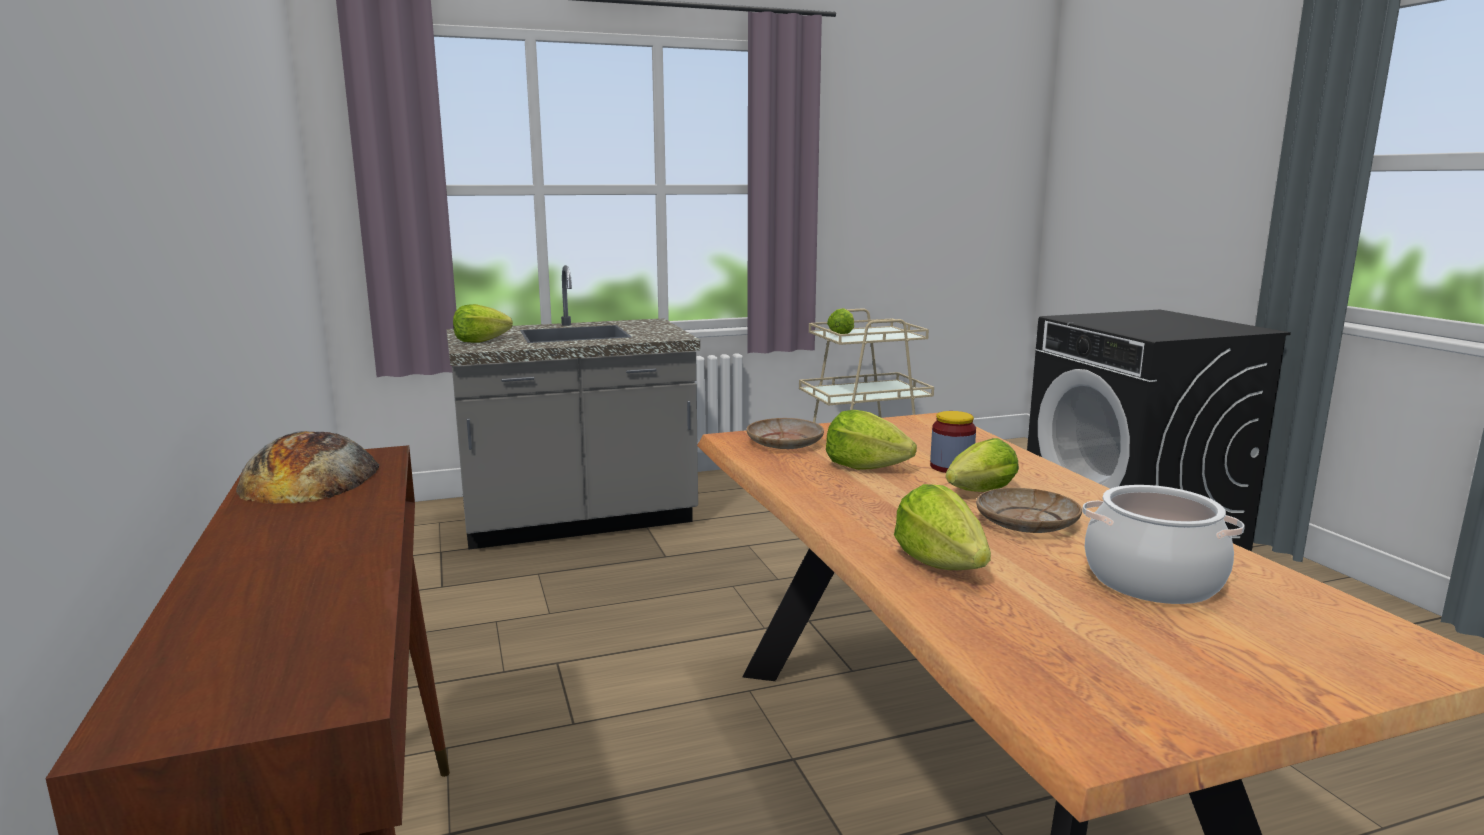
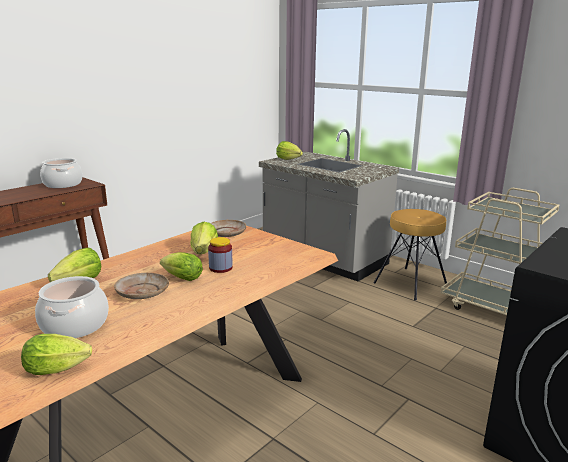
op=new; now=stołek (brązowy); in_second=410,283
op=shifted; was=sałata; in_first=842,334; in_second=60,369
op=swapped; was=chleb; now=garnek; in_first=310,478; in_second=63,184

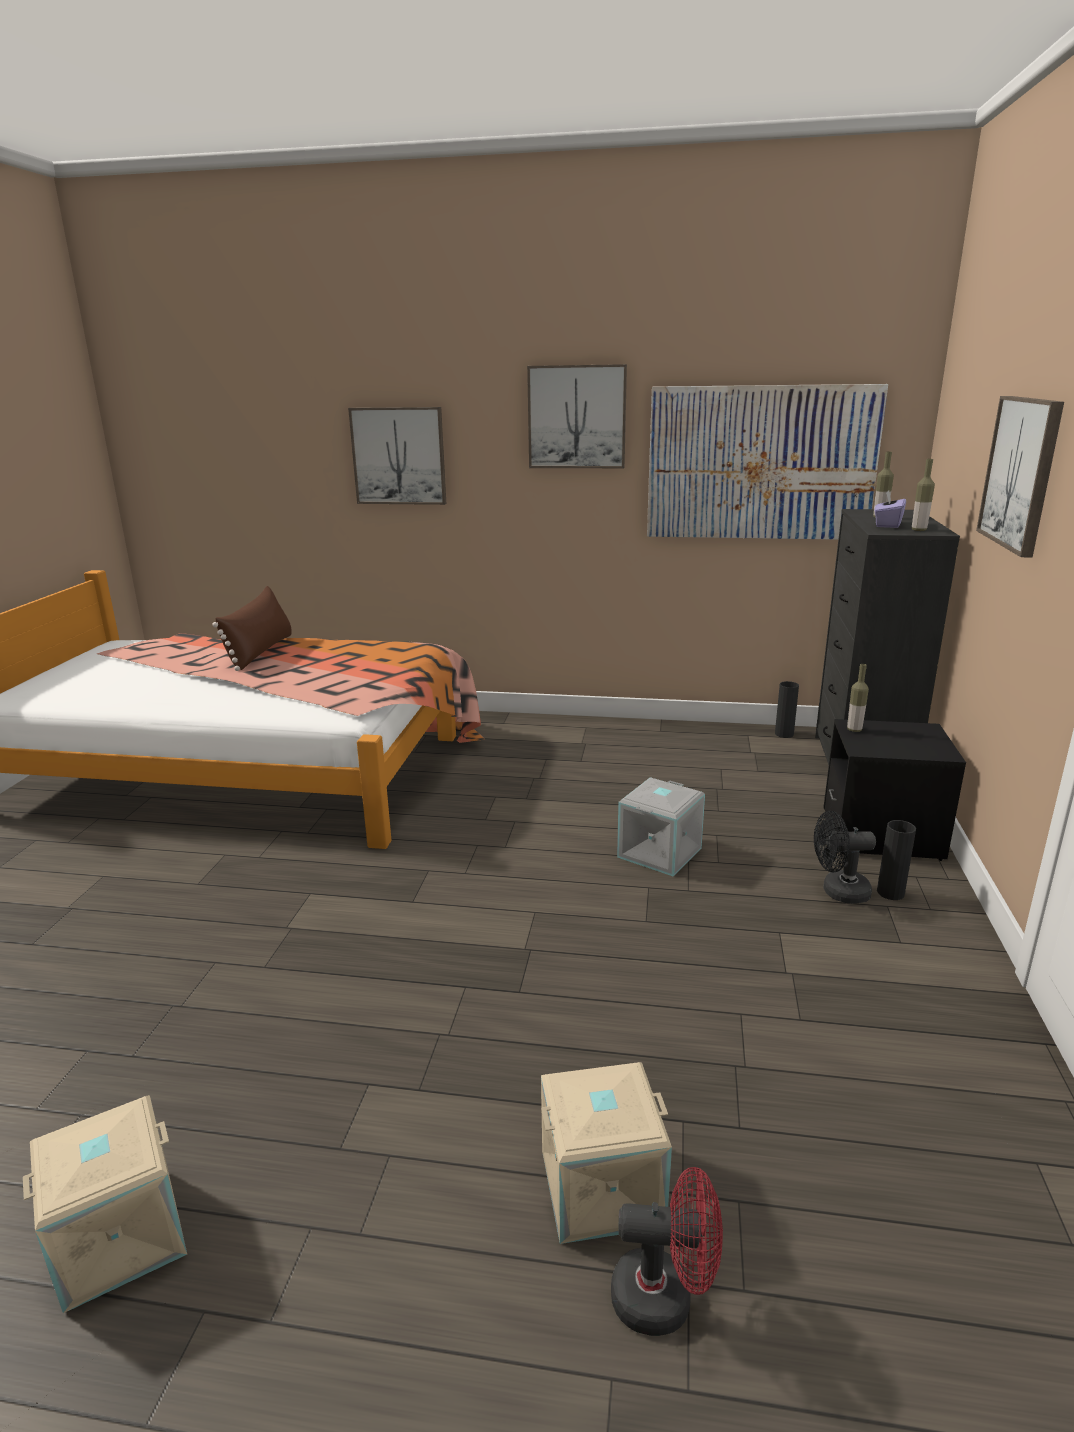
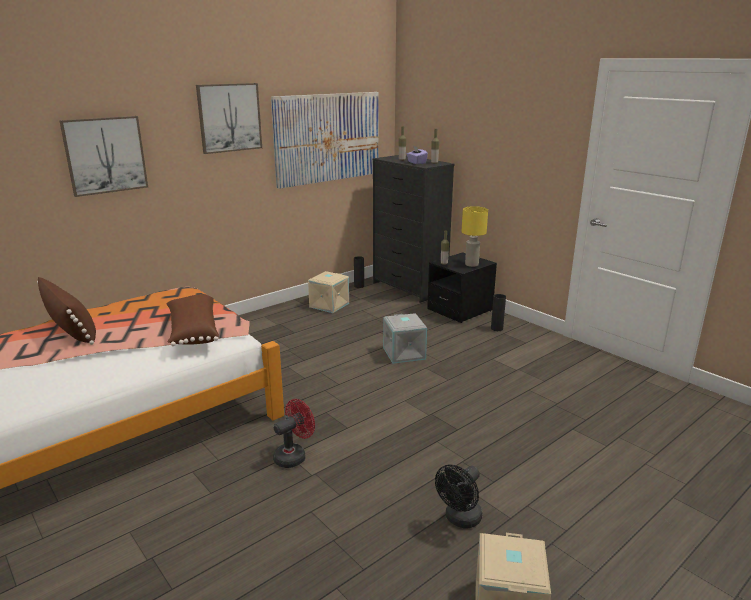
op=gone; was=obraz; in_first=1021,473
op=new; now=poduszka (brązowy); in_second=193,331
op=new; now=lampa stołowa (żółty); in_second=471,264
op=shifted; was=pojemnik do przechowywania (beżowy); in_first=602,1185; in_second=329,305
op=shifted; was=wentylator (czerwony); in_first=665,1297; in_second=294,456
op=shifted; was=wentylator (czarny); in_first=838,892; in_second=460,519

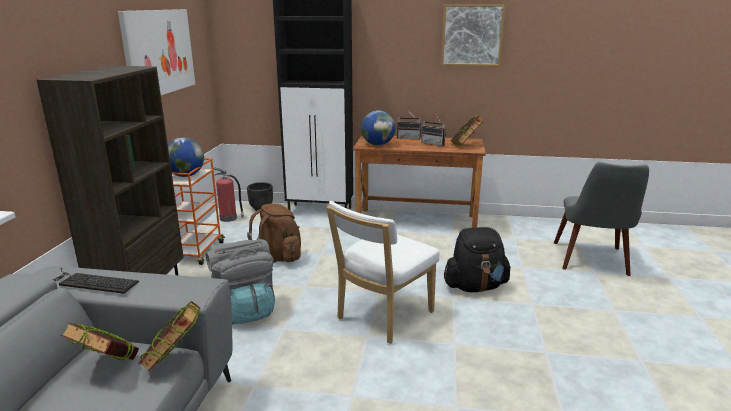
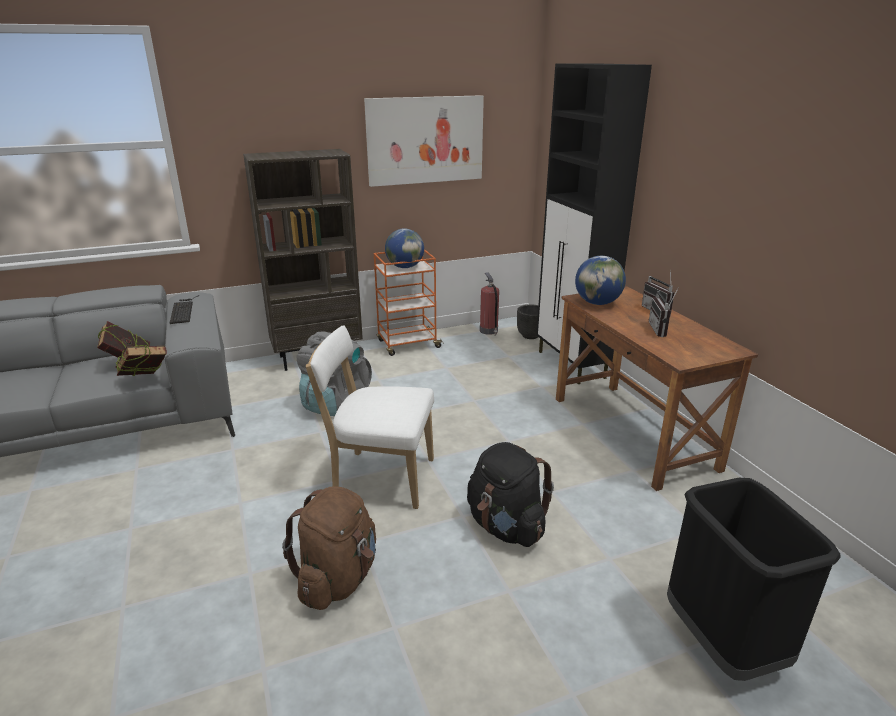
op=gone; was=obraz; in_first=472,35
op=gone; was=książka; in_first=465,146
op=shifted; was=plecak (brązowy); in_first=279,257; in_second=338,579
op=swapped; was=krzesło (szary); now=kosz na śmieci (czarny); in_first=593,263; in_second=721,643

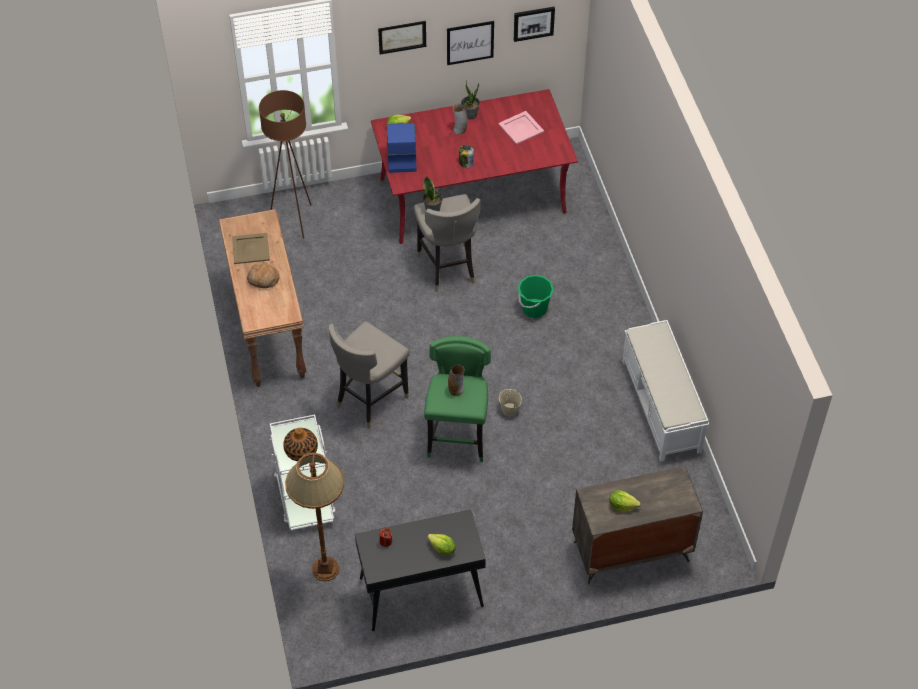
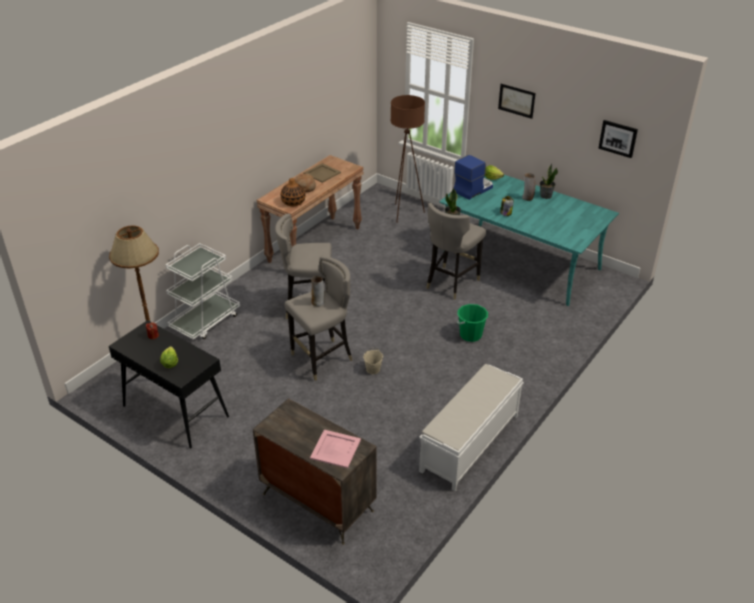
op=gone; was=obraz; in_first=470,42
op=gone; was=sałata; in_first=622,505
op=shifted; was=wazon; in_first=301,451; in_second=293,202
op=shifted; was=taca (różowy); in_first=521,127; in_second=336,449
op=repainted; was=stół jadalny (czerwony); now=stół jadalny (turkusowy); in_first=472,196; in_second=520,262
op=repainted; was=stołek (zielony); now=stołek (szary); in_first=458,437; in_second=323,359

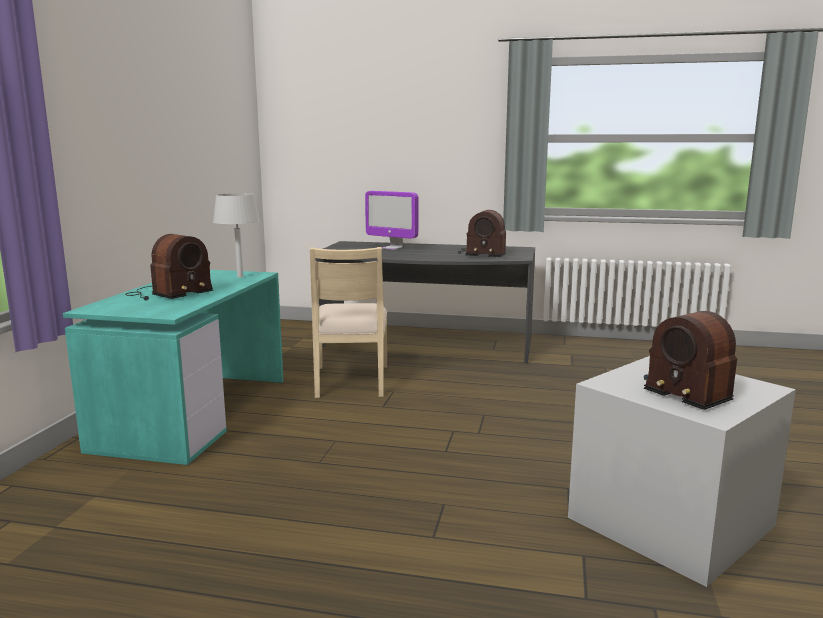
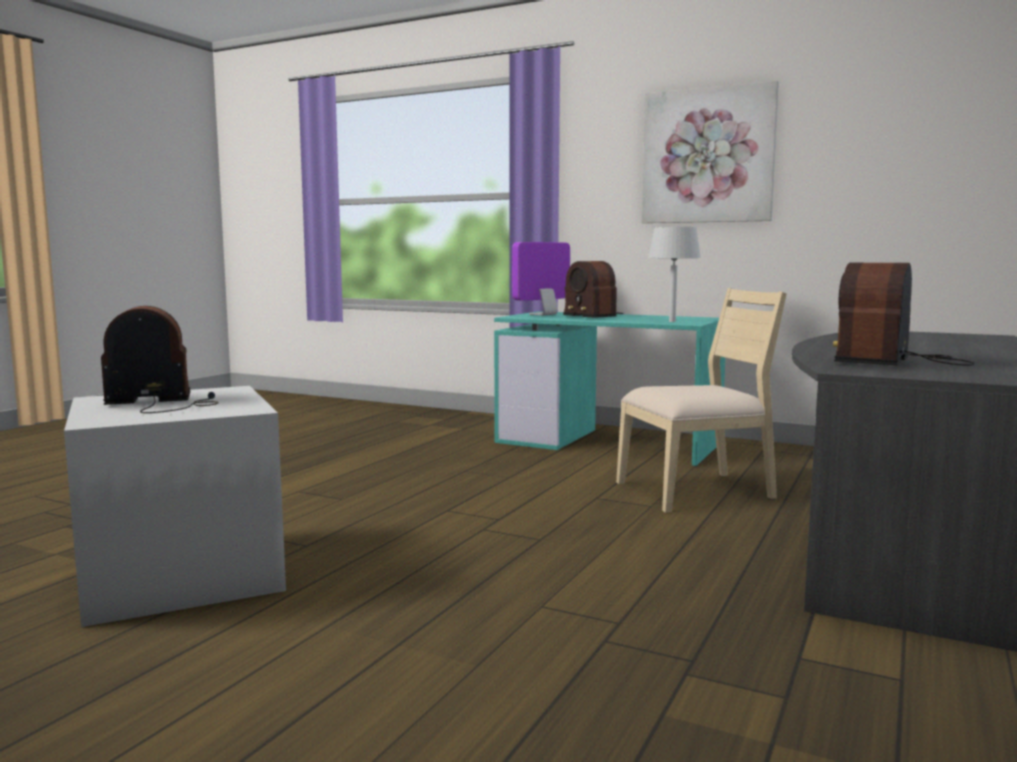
op=new; now=obraz; in_second=707,156
op=shifted; was=monitor; in_first=392,248; in_second=543,314
op=rotated; was=krzesło (beżowy); in_first=350,381; in_second=696,491; clockwise=150

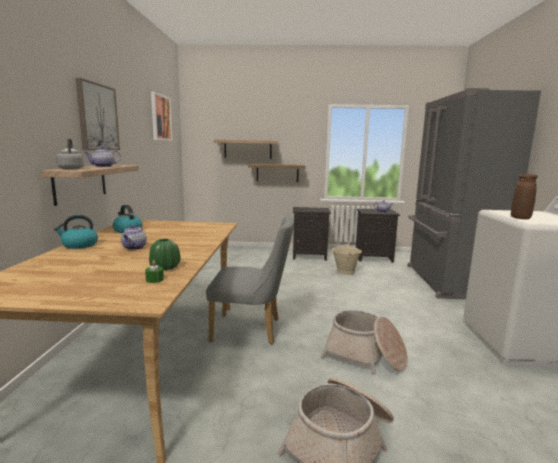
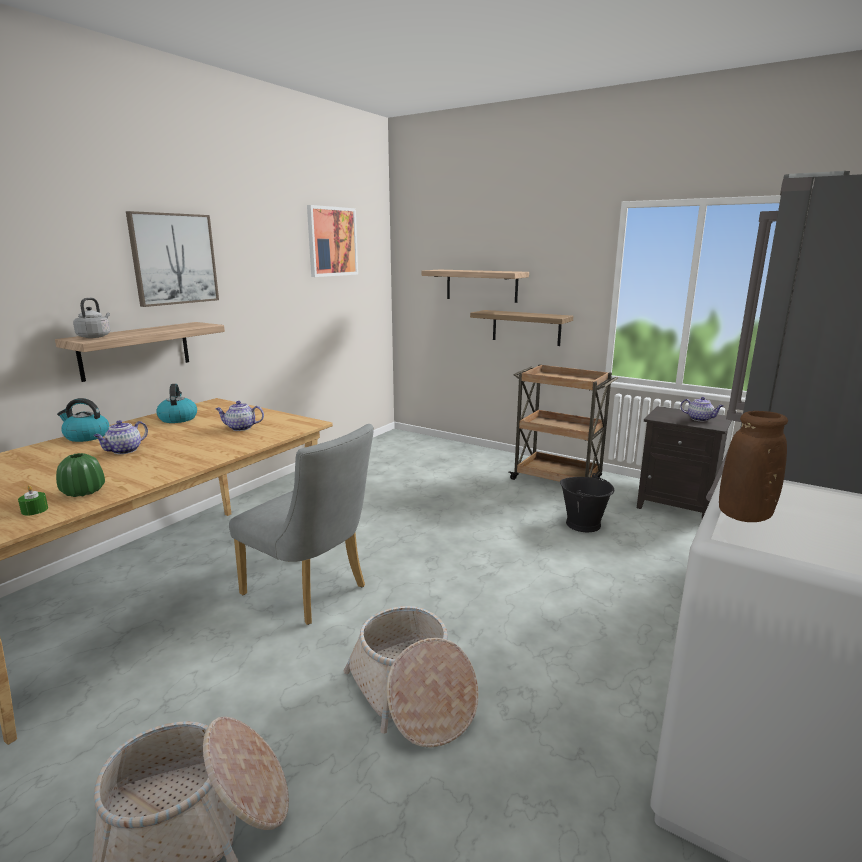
op=shifted; was=imbryk; in_first=103,166; in_second=240,428
op=swapped; was=szafka nocna (czarny); now=wózek (brązowy); in_first=310,255; in_second=557,480
op=repainted; was=wiadro (beżowy); now=wiadro (czarny); in_first=345,271; in_second=583,524

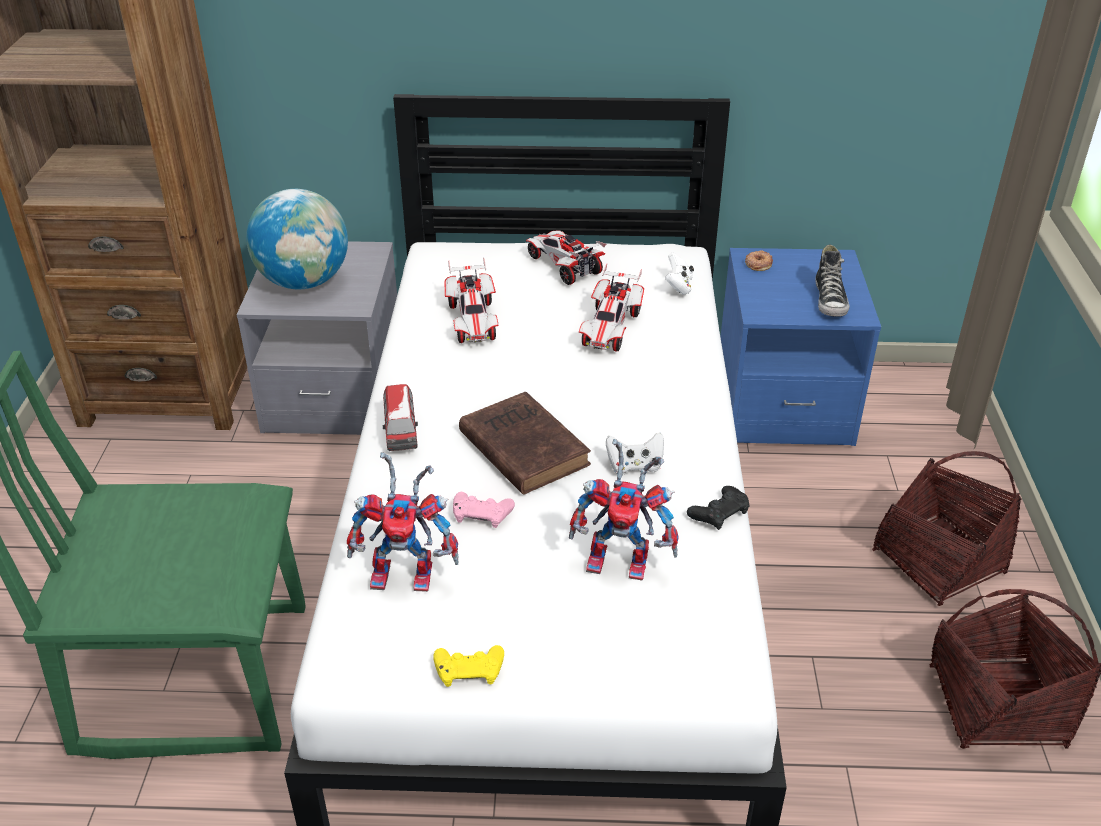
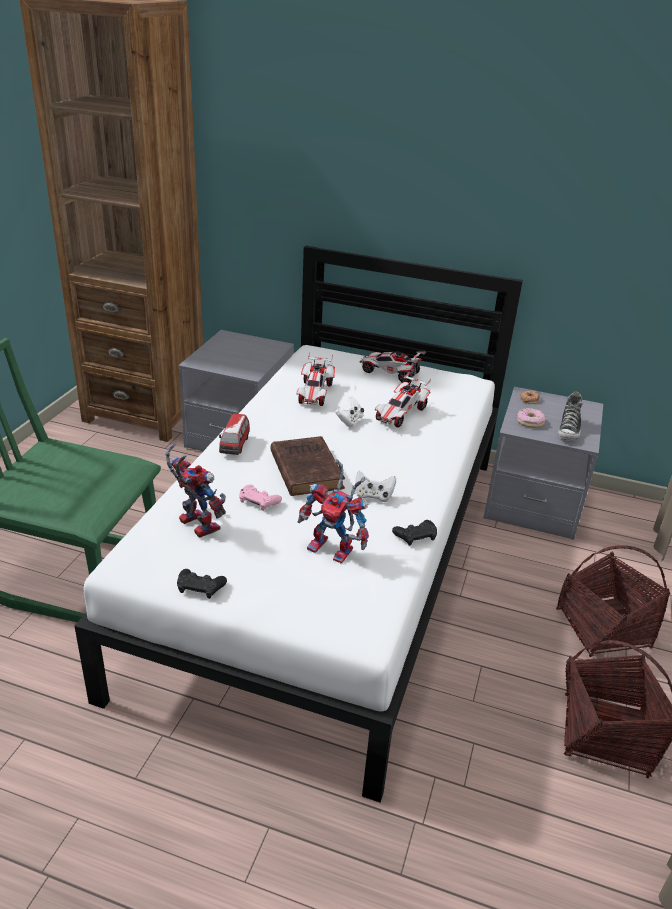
op=gone; was=globus; in_first=304,282
op=new; now=donut; in_second=530,422
op=shifted; was=pad do gier (biały); in_first=678,286; in_second=349,421
op=repainted; was=pad do gier (żółty); now=pad do gier (czarny); in_first=469,670; in_second=200,587
op=repainted; was=szafka nocna (niebieski); now=szafka nocna (szary); in_first=783,404; in_second=533,502
op=rotated; was=robot zabawkowy; in_first=409,573; in_second=194,523; clockwise=-150
op=rotated; was=samochodzik; in_first=563,266; in_second=390,374; clockwise=-45

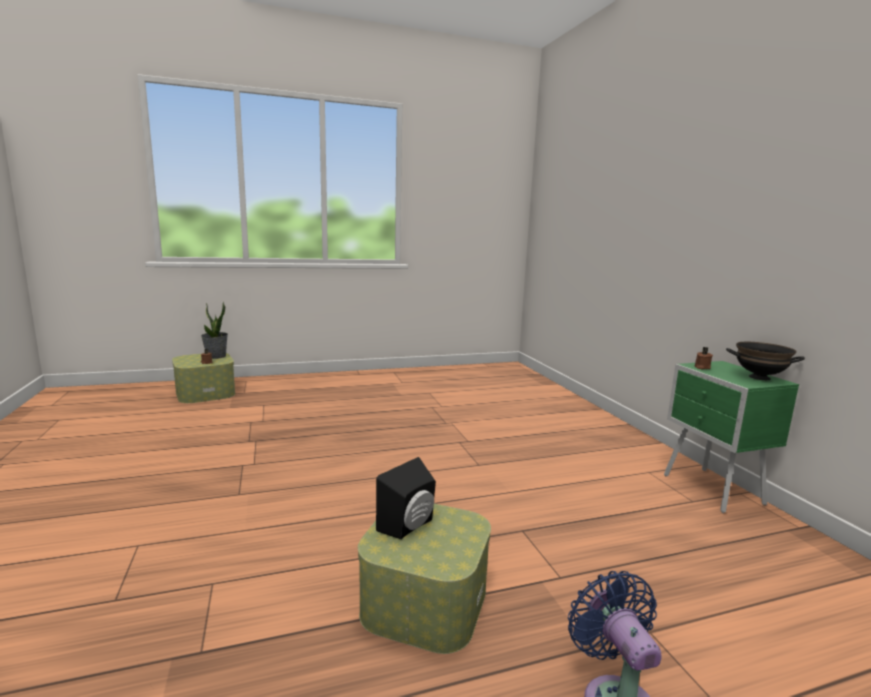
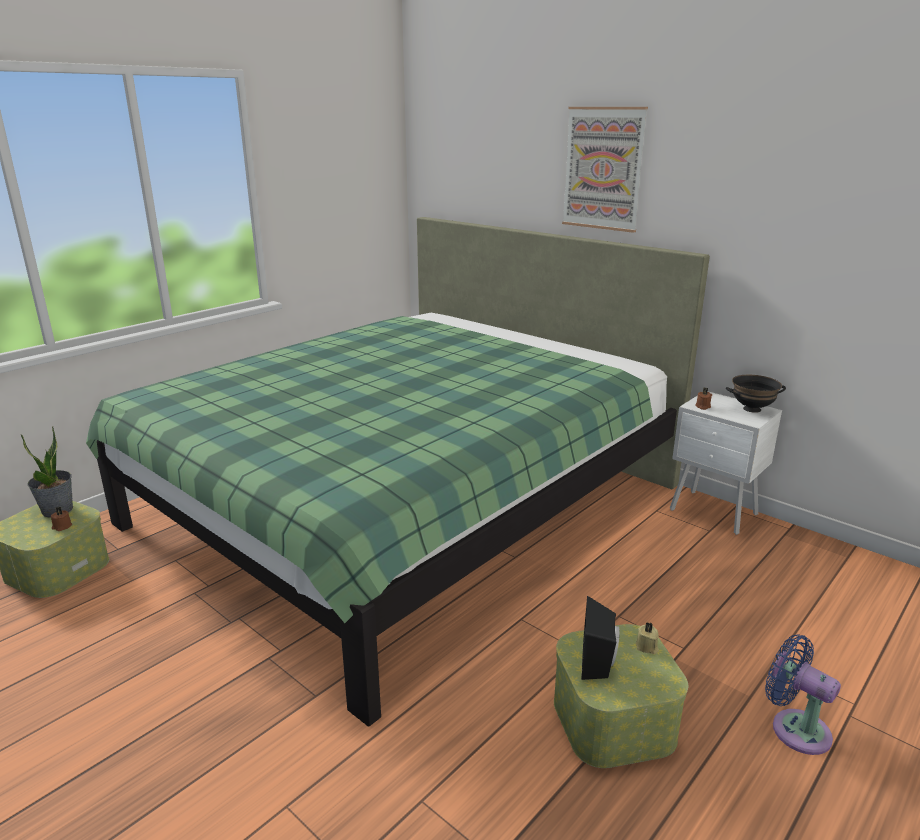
op=new; now=łóżko (zielony); in_second=404,504
op=new; now=obraz; in_second=603,169
op=new; now=świeca (beżowy); in_second=647,647
op=repainted; was=szafka nocna (zielony); now=szafka nocna (biały); in_first=713,491; in_second=714,513

